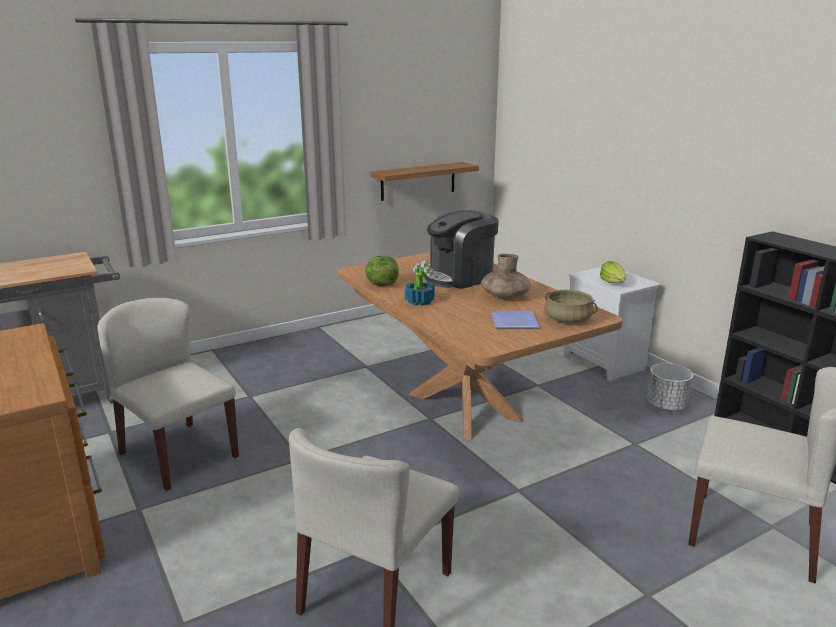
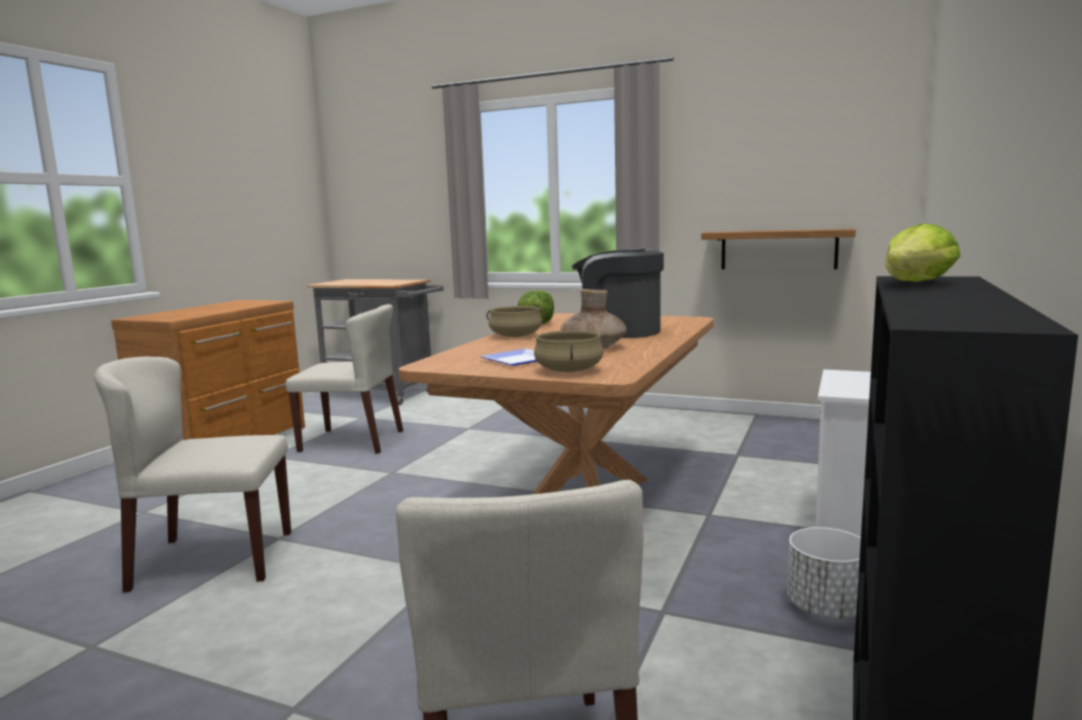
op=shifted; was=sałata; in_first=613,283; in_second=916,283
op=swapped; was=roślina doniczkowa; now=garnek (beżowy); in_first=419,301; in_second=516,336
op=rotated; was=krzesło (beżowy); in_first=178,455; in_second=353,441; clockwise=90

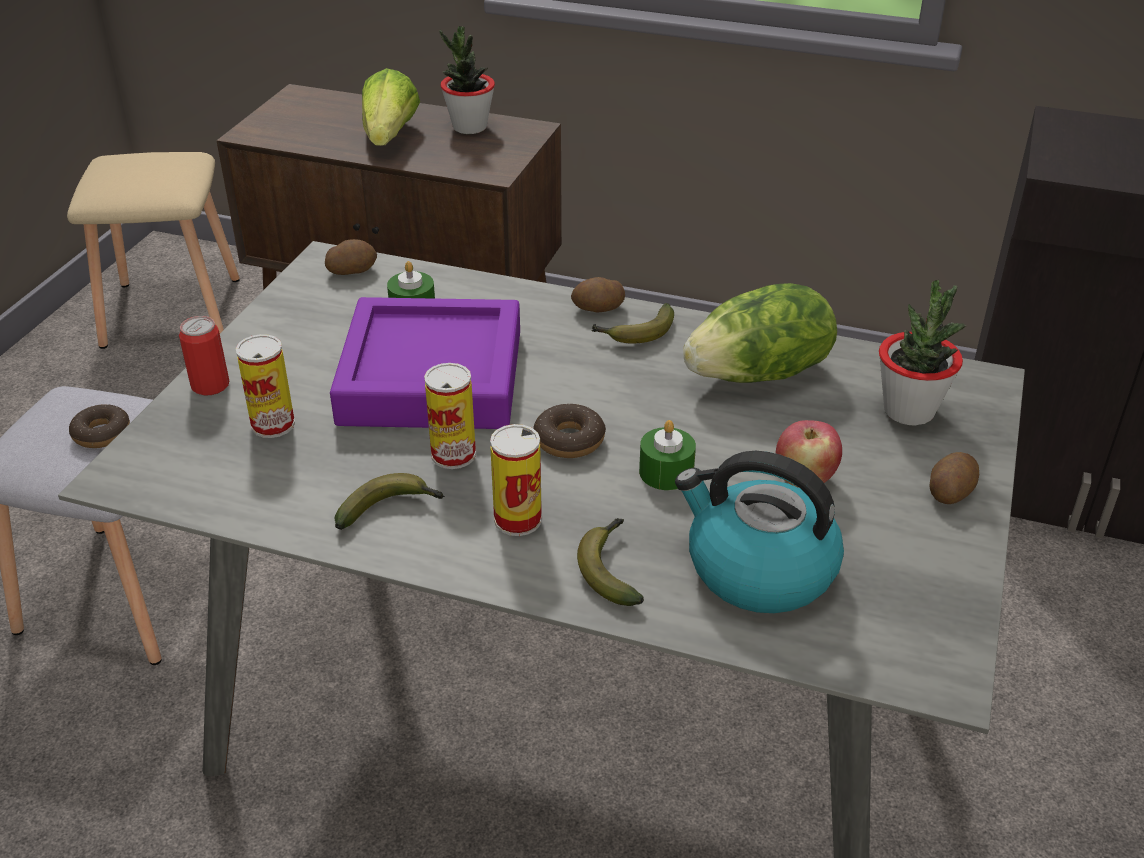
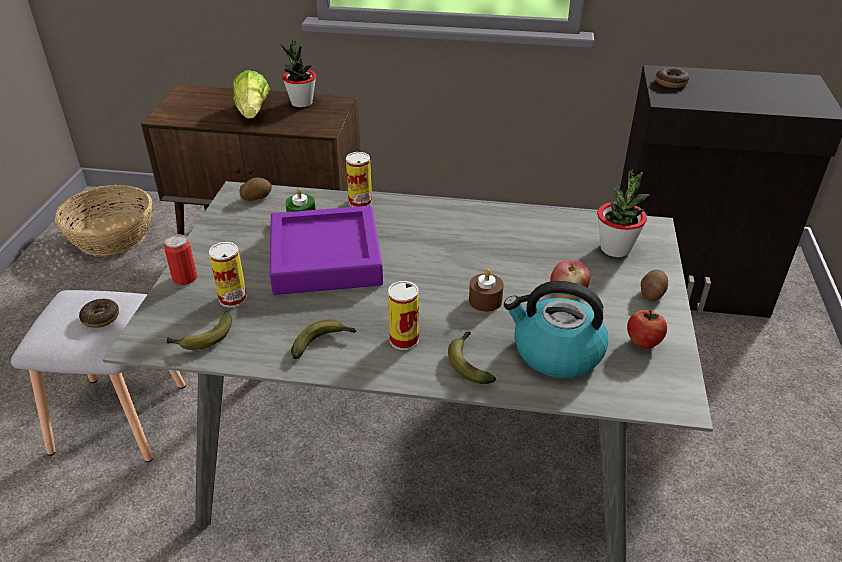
op=gone; was=ziemniak; in_first=598,309
op=gone; was=sałata; in_first=760,374
op=new; now=jabłko; in_second=643,343
op=shifted; was=puszka; in_first=453,454; in_second=360,202
op=shifted; was=donut; in_first=569,440; in_second=671,83
op=shifted; was=banan; in_first=635,334; in_second=202,339
op=swapped; was=stołek (beżowy); now=koszyk; in_first=174,311; in_second=112,235
op=repainted; was=świeca (zielony); now=świeca (brązowy); in_first=666,472; in_second=485,300

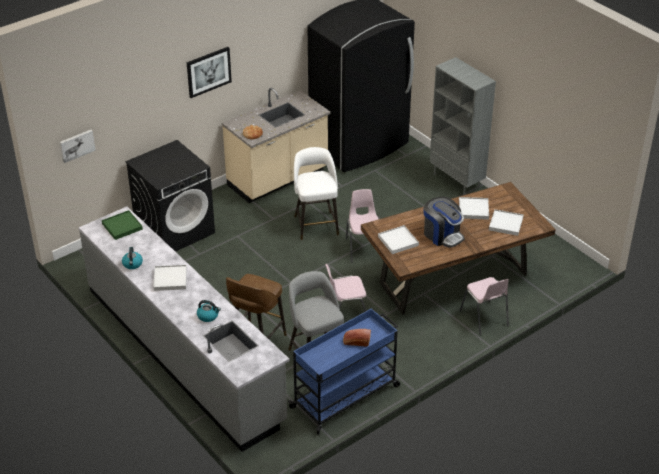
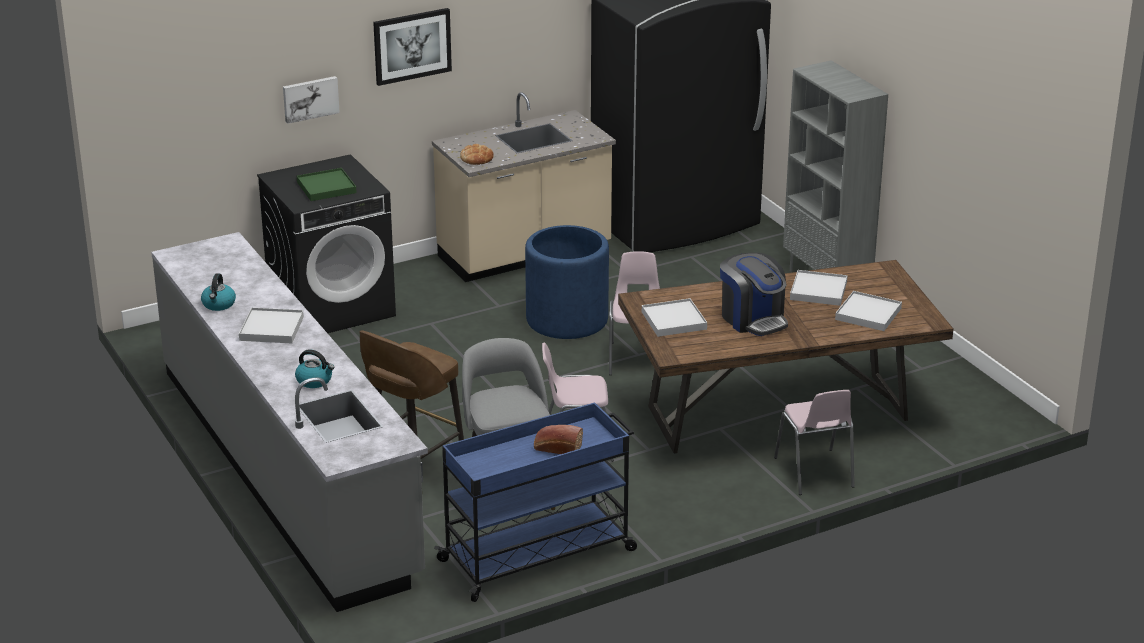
op=shifted; was=obraz; in_first=76,145; in_second=310,98
op=shifted; was=taca (zielony); in_first=122,226; in_second=326,187
op=swapped; was=stołek (biały); now=donica (niebieski); in_first=316,224; in_second=567,320

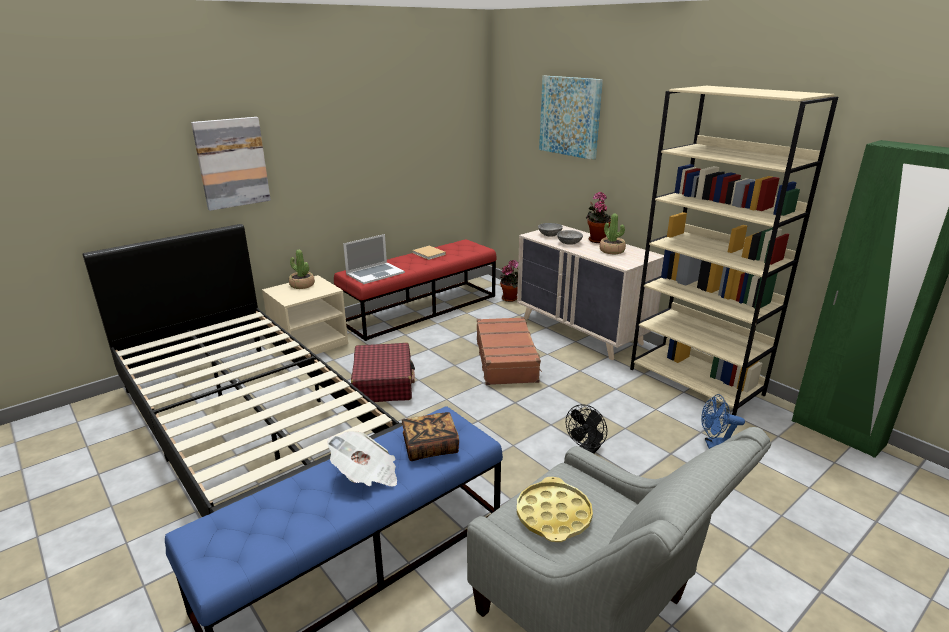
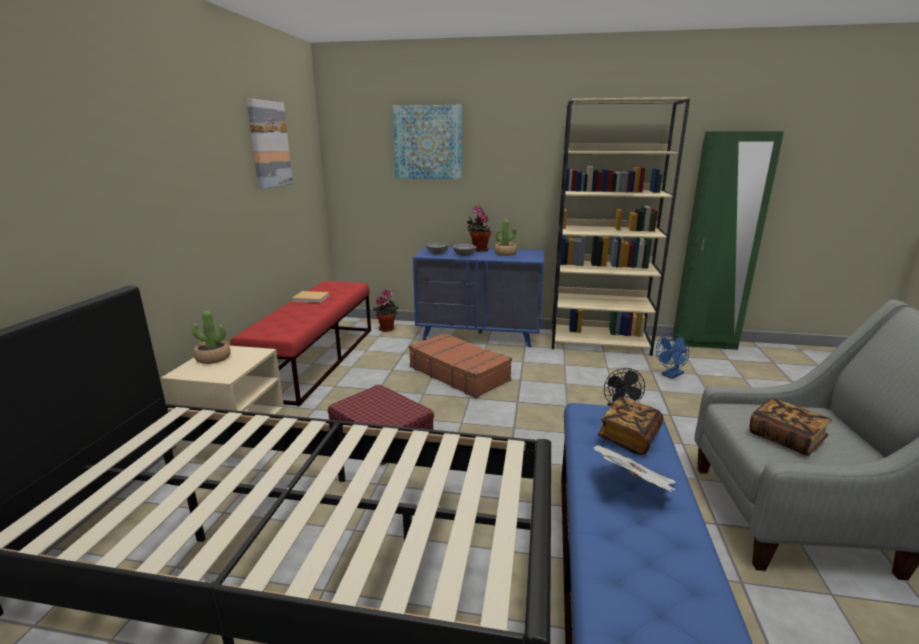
op=gone; was=laptop; in_first=375,273
op=shifted; was=obraz; in_first=232,163; in_second=269,144
op=swapped; was=taca (żółty); now=książka; in_first=553,515; in_second=785,438
op=repainted; was=komoda (beżowy); now=komoda (niebieski); in_first=582,331; in_second=480,335

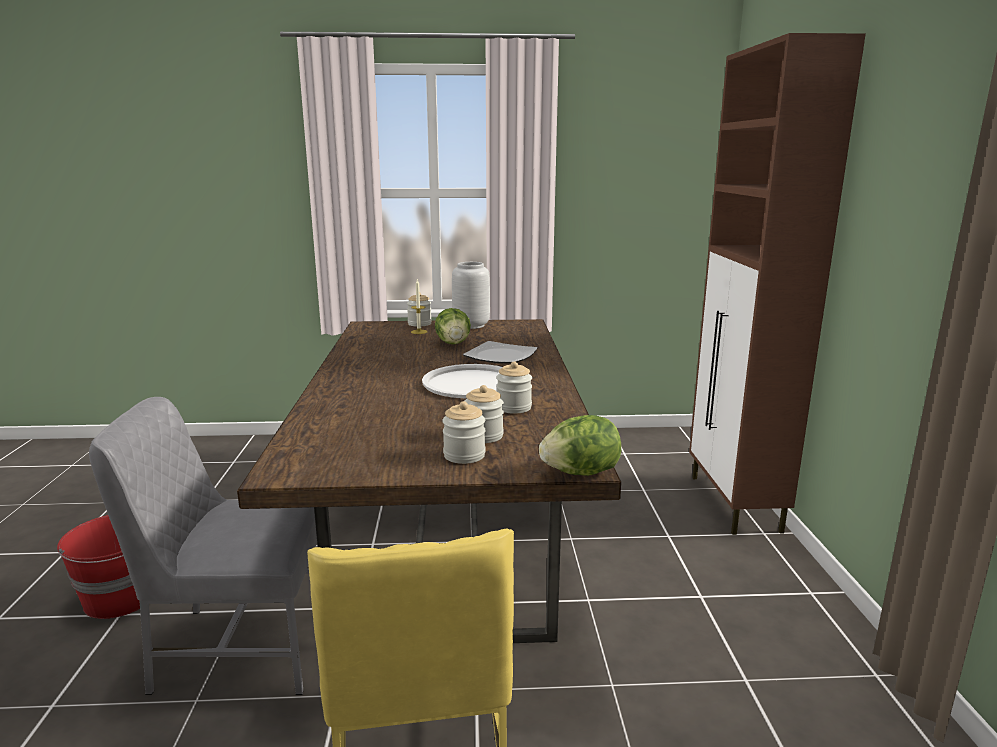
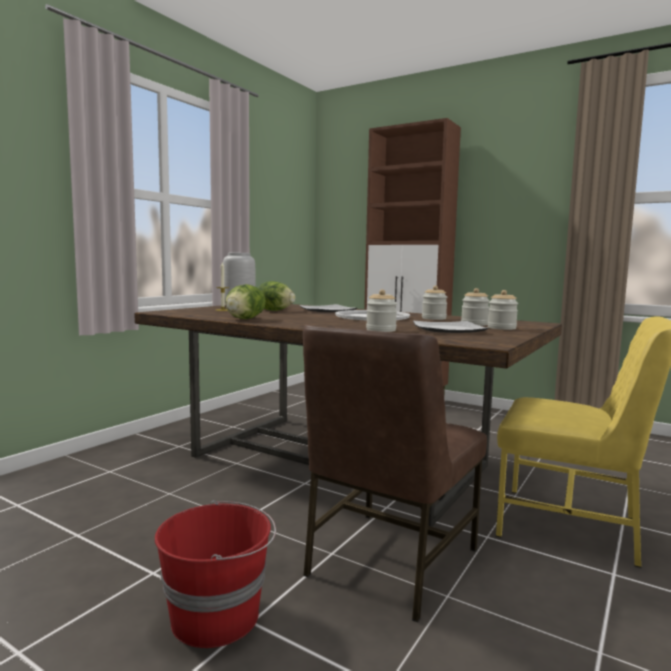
op=new; now=talerz; in_second=448,330
op=shifted; was=słoik; in_first=419,324; in_second=381,330
op=shifted; was=sałata; in_first=581,473; in_second=244,319
op=repainted; was=krzesło (szary); now=krzesło (brązowy); in_first=241,646; in_second=389,562

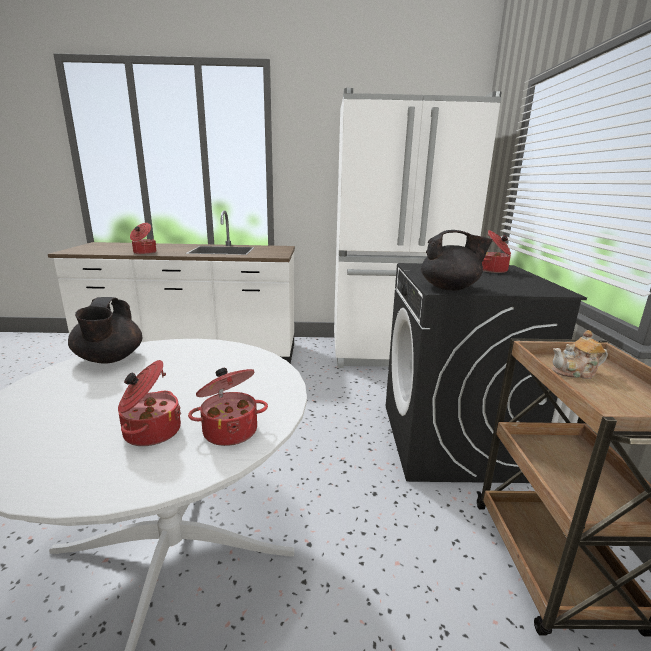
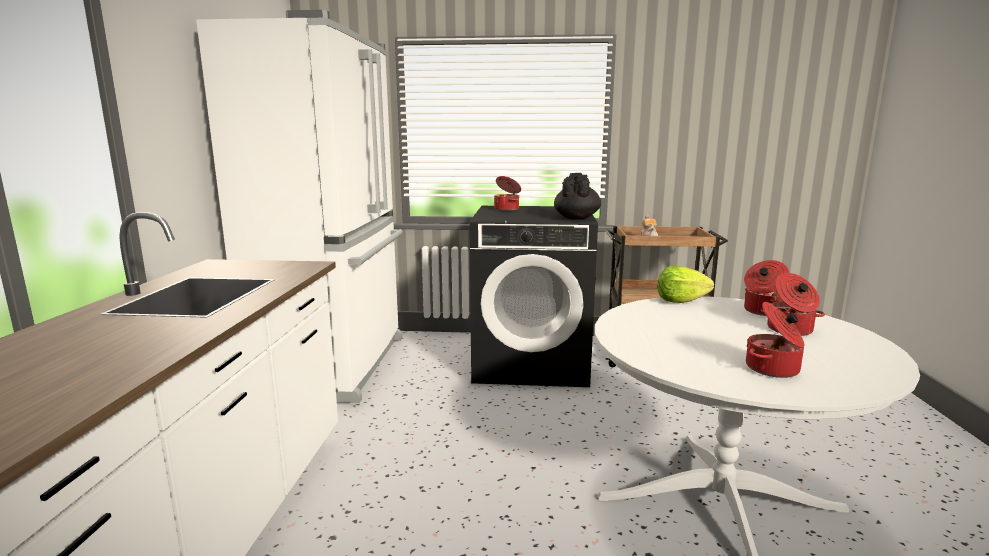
op=gone; was=imbryk (czarny); in_first=109,359
op=new; now=sałata; in_second=680,300
op=shifted; was=garnek; in_first=144,253; in_second=773,369

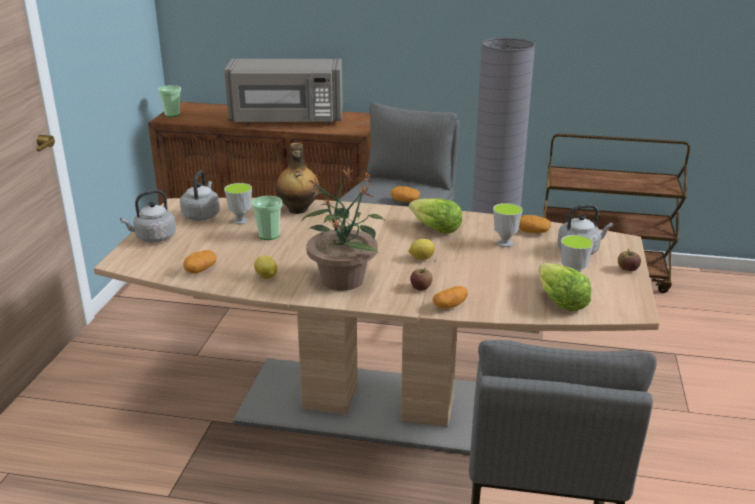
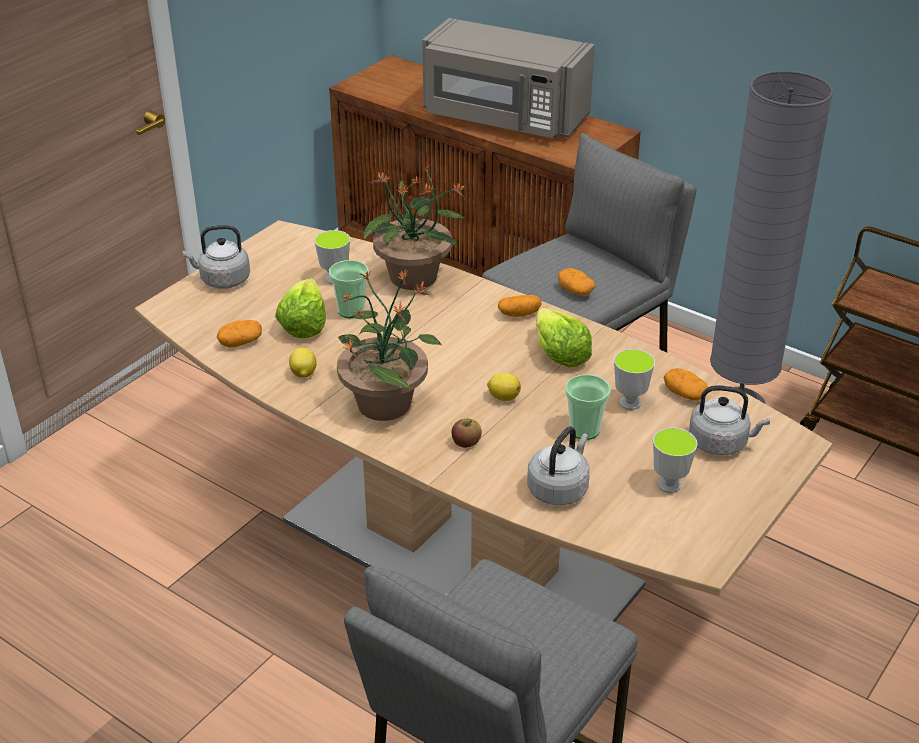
op=gone; was=jabłko; in_first=627,269
op=shifted; was=filiżanka; in_first=172,114; in_second=584,430
op=shifted; was=czajnik (szary); in_first=202,215; in_second=559,489
op=shifted; was=ziemniak; in_first=450,305; in_second=519,314
op=shifted; was=sałata; in_first=559,301; in_second=303,324
op=swapped; was=butelka; now=roślina doniczkowa; in_first=298,210; in_second=414,278

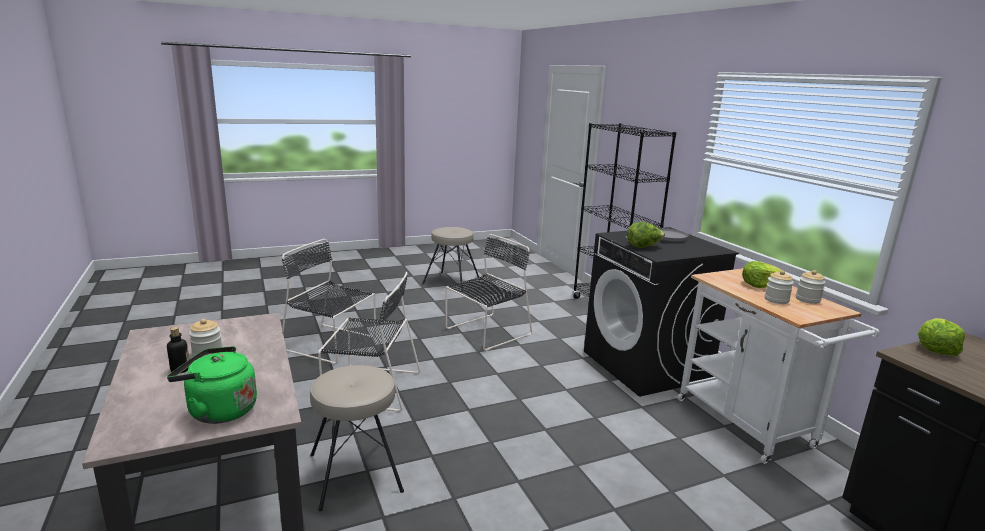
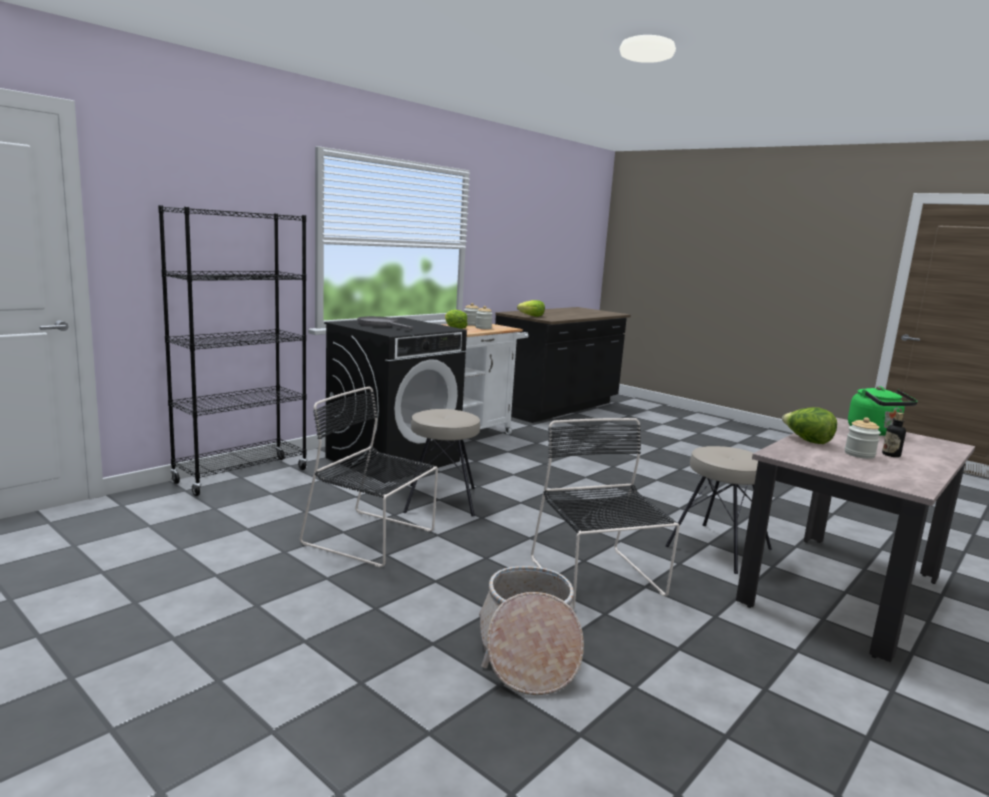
op=shifted; was=stołek (beżowy); in_first=451,282; in_second=441,500
op=shifted; was=sałata; in_first=643,247; in_second=807,441
op=swapped; was=krzesło (czarny); now=koszyk; in_first=331,344; in_second=527,652

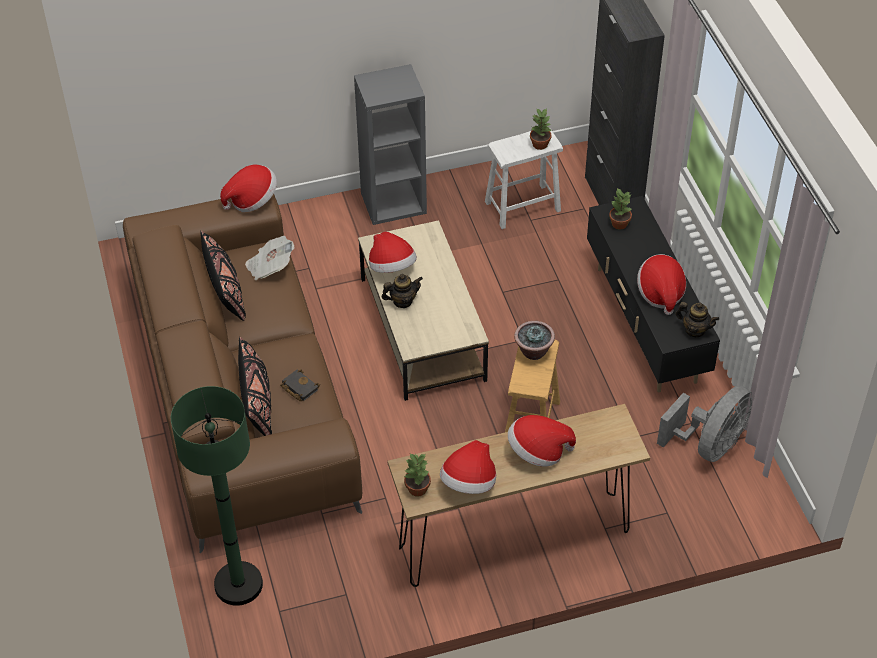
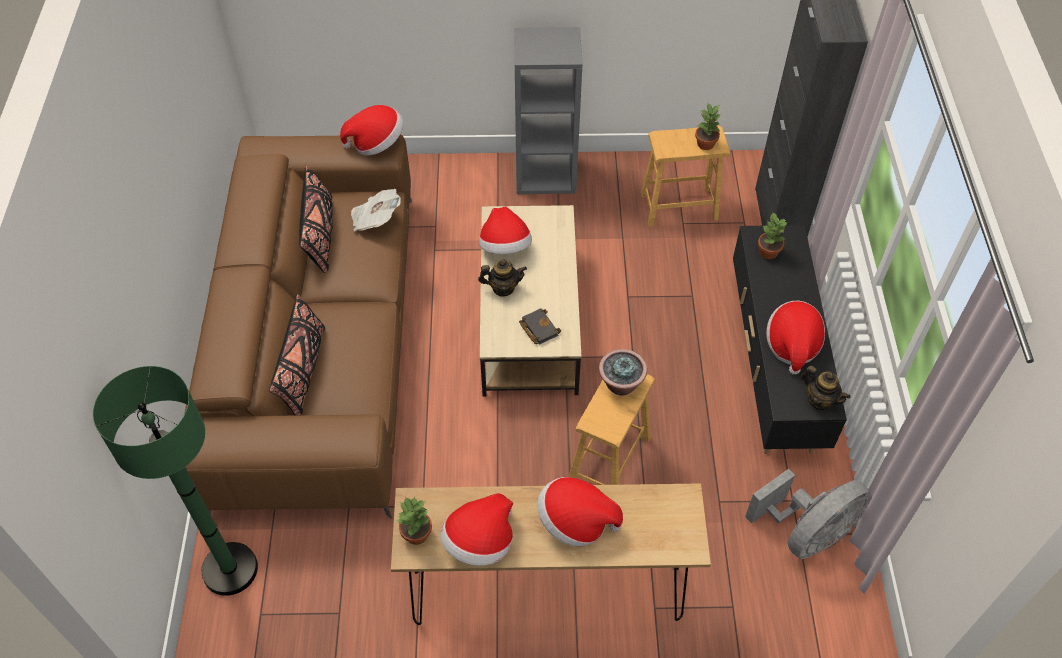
op=shifted; was=książka (czarny); in_first=298,387; in_second=538,328
op=repainted; was=stołek (biały); now=stołek (brązowy); in_first=522,206; in_second=679,206

